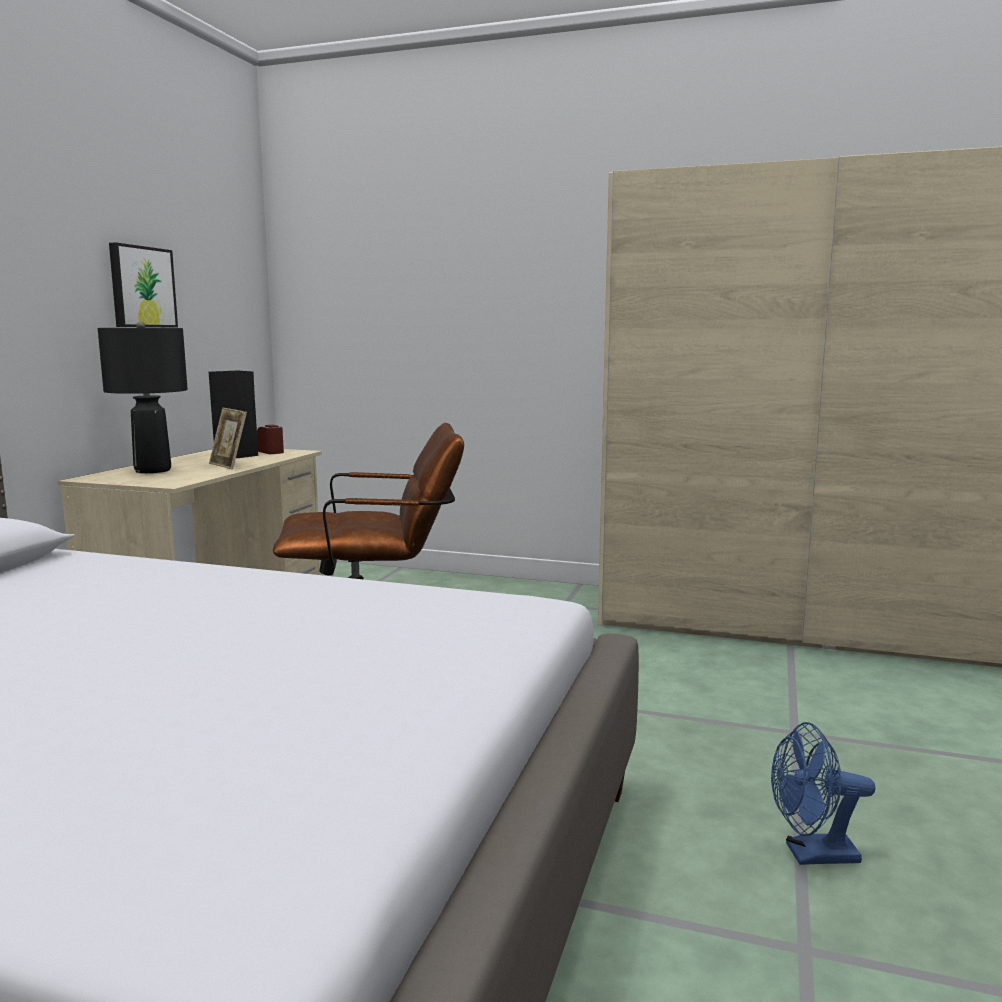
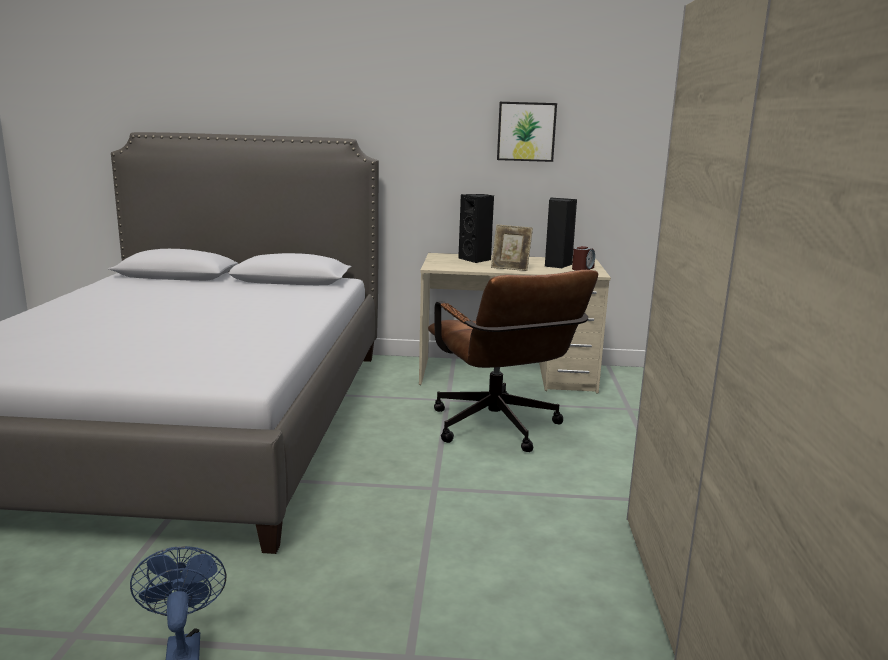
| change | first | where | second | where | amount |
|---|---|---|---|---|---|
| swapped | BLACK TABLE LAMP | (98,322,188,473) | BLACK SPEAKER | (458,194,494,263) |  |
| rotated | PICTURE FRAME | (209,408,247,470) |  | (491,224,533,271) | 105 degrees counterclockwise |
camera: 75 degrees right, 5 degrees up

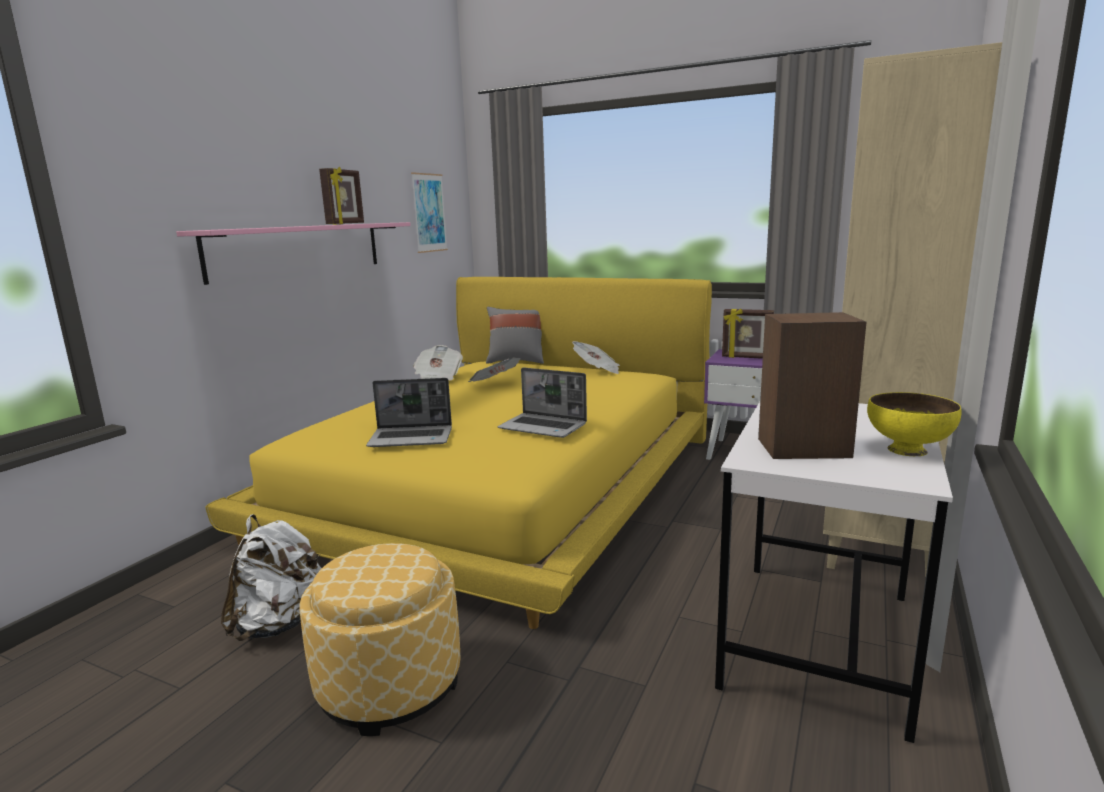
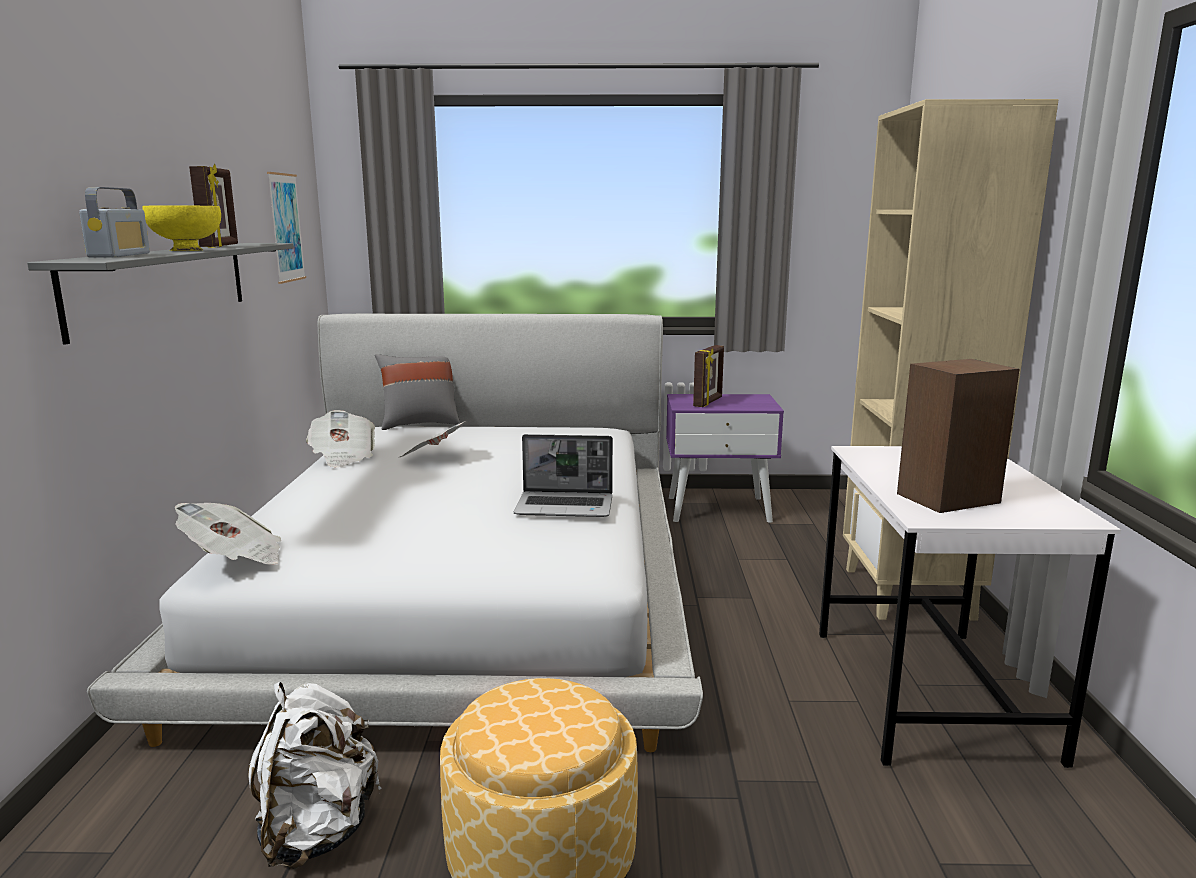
| change | first | where | second | where | amount |
|---|---|---|---|---|---|
| repainted | PINK SHELF | (176,222,411,285) | GREY SHELF | (27,243,294,345) |  |
| new |  |  | RADIO | (79,187,150,258) |  |
| repainted | YELLOW BED | (205,277,712,629) | WHITE BED | (87,314,703,752) |  |
| shifted | YELLOW BOWL | (867,392,962,456) |  | (142,205,221,251) |  |
| shifted | NEWSPAPER | (572,341,619,374) |  | (175,503,281,564) |  |
| rotated | PICTURE FRAME | (722,309,774,359) |  | (693,345,724,407) | 60 degrees counterclockwise |
| gone | LAPTOP | (366,378,452,447) |  |  |  |
camera: 25 degrees left, 0 degrees up

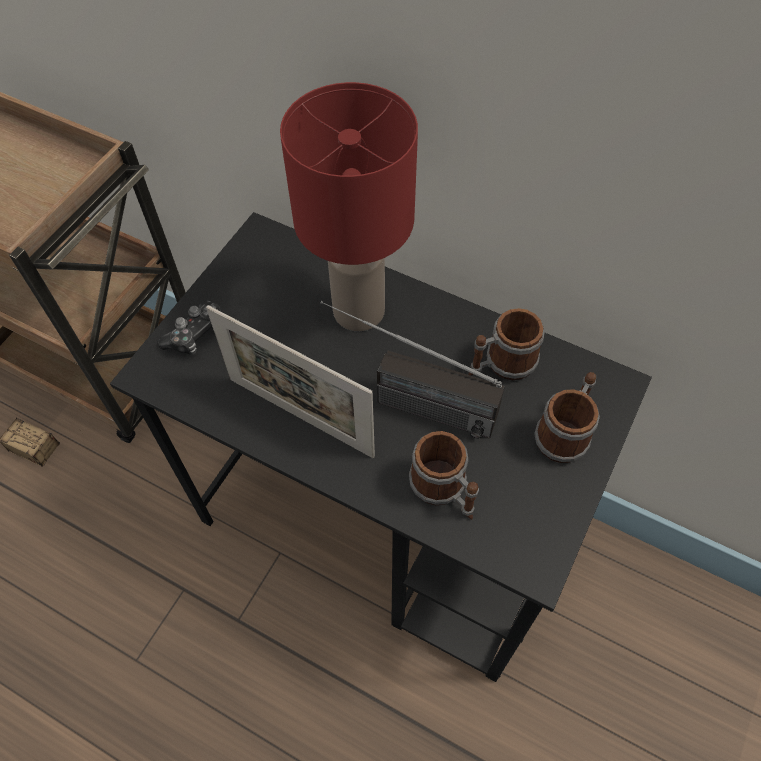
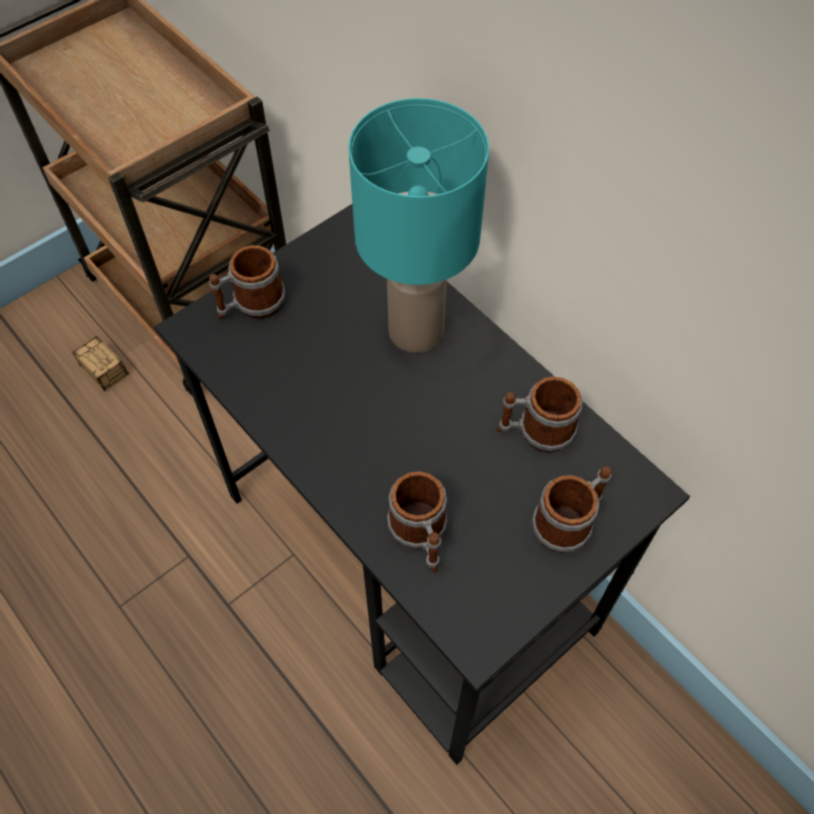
| change | first | where | second | where | amount |
|---|---|---|---|---|---|
| swapped | GAME CONTROLLER | (157,300,222,355) | MUG | (209,245,286,319) |  |
| repainted | RED TABLE LAMP | (280,82,418,331) | TURQUOISE TABLE LAMP | (348,98,489,353) |  |
| gone | PICTURE FRAME | (206,305,375,458) |  |  |  |
| gone | RADIO | (320,301,505,439) |  |  |  |
camera: 20 degrees right, 0 degrees up

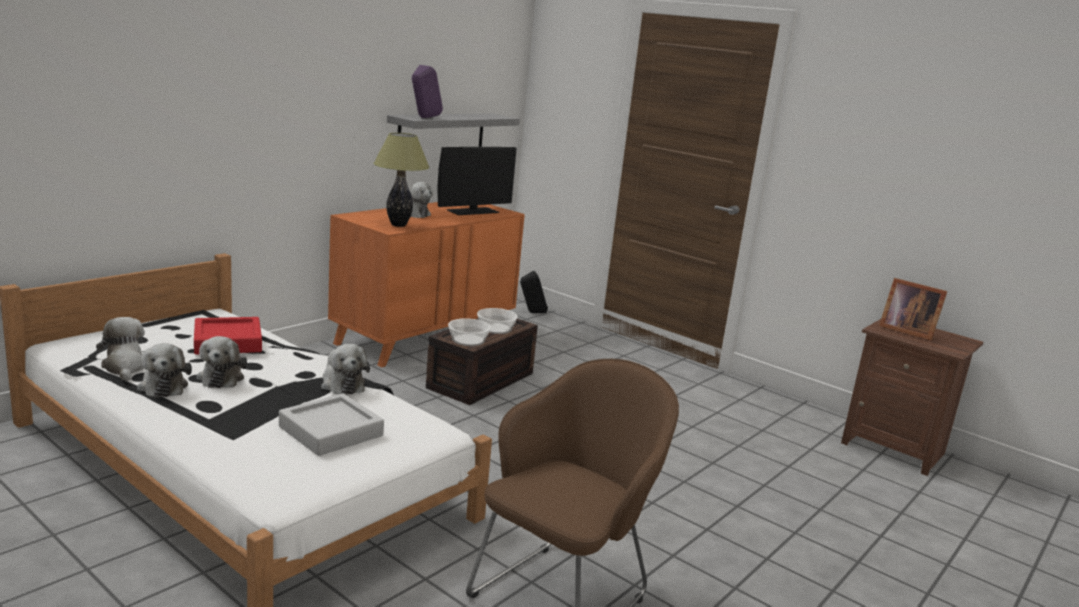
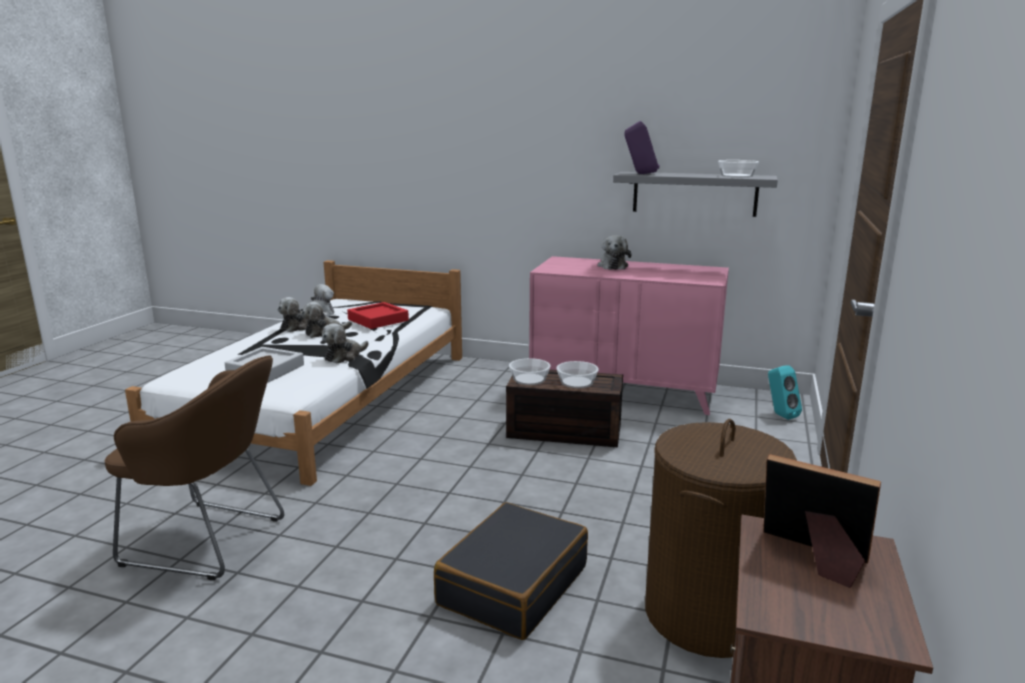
| change | first | where | second | where | amount |
|---|---|---|---|---|---|
| new |  |  | BLACK SUITCASE | (434,502,588,640) |  |
| repainted | ORANGE DRESSER | (328,202,525,367) | PINK DRESSER | (529,256,729,415) |  |
| new |  |  | BROWN LAUNDRY BASKET | (645,419,797,658) |  |
| new |  |  | BOWL | (718,160,759,177) |  |
| rotated | PICTURE FRAME | (879,278,947,341) |  | (763,454,881,588) | 105 degrees clockwise |
| repainted | BLACK SPEAKER | (520,271,548,313) | TURQUOISE SPEAKER | (768,365,802,420) |  |
| gone | TABLE LAMP | (373,133,430,227) |  |  |  |
| gone | MONITOR | (438,147,517,215) |  |  |  |
camera: 70 degrees right, 0 degrees up

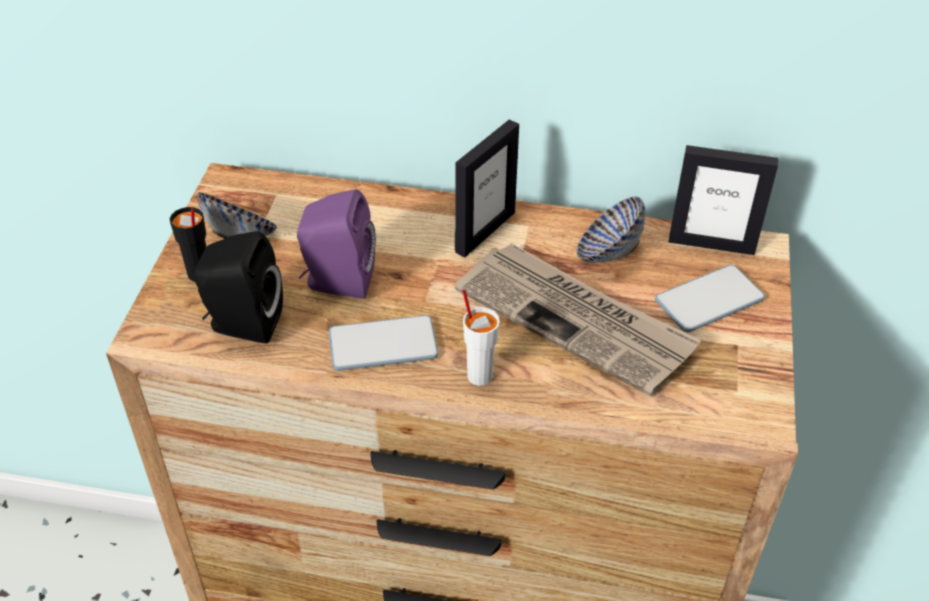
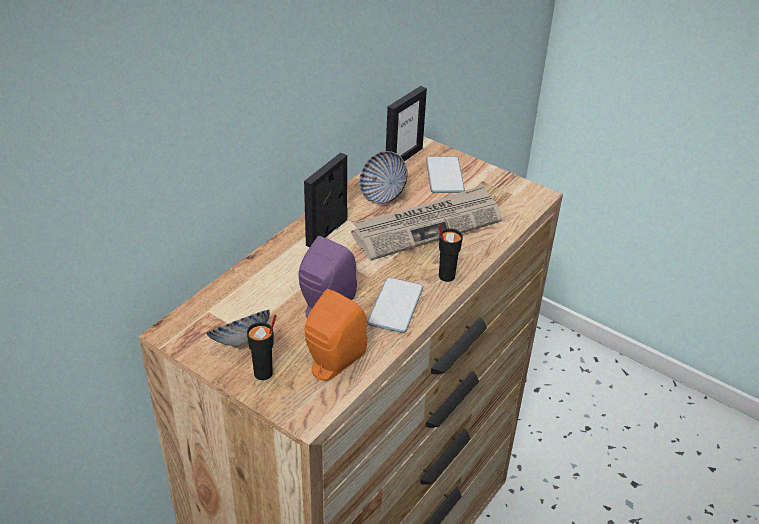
| change | first | where | second | where | amount |
|---|---|---|---|---|---|
| rotated | PICTURE FRAME | (455,119,519,257) |  | (304,153,348,247) | 120 degrees counterclockwise |
| repainted | BLACK SPEAKER | (194,231,283,344) | ORANGE SPEAKER | (304,289,367,381) |  |
| repainted | WHITE CUP | (463,290,500,386) | BLACK CUP | (438,225,463,282) |  |
camera: 65 degrees left, 5 degrees down

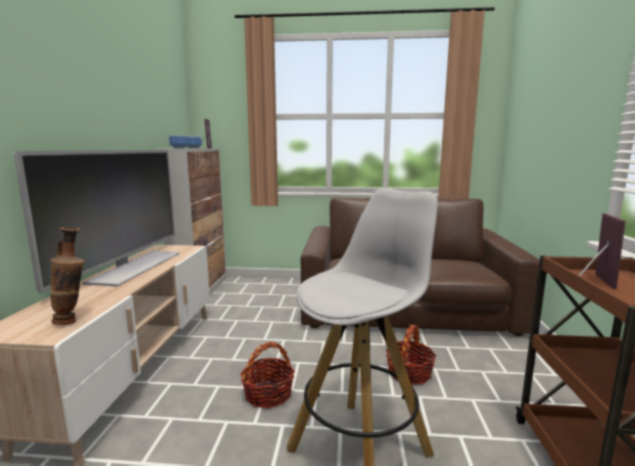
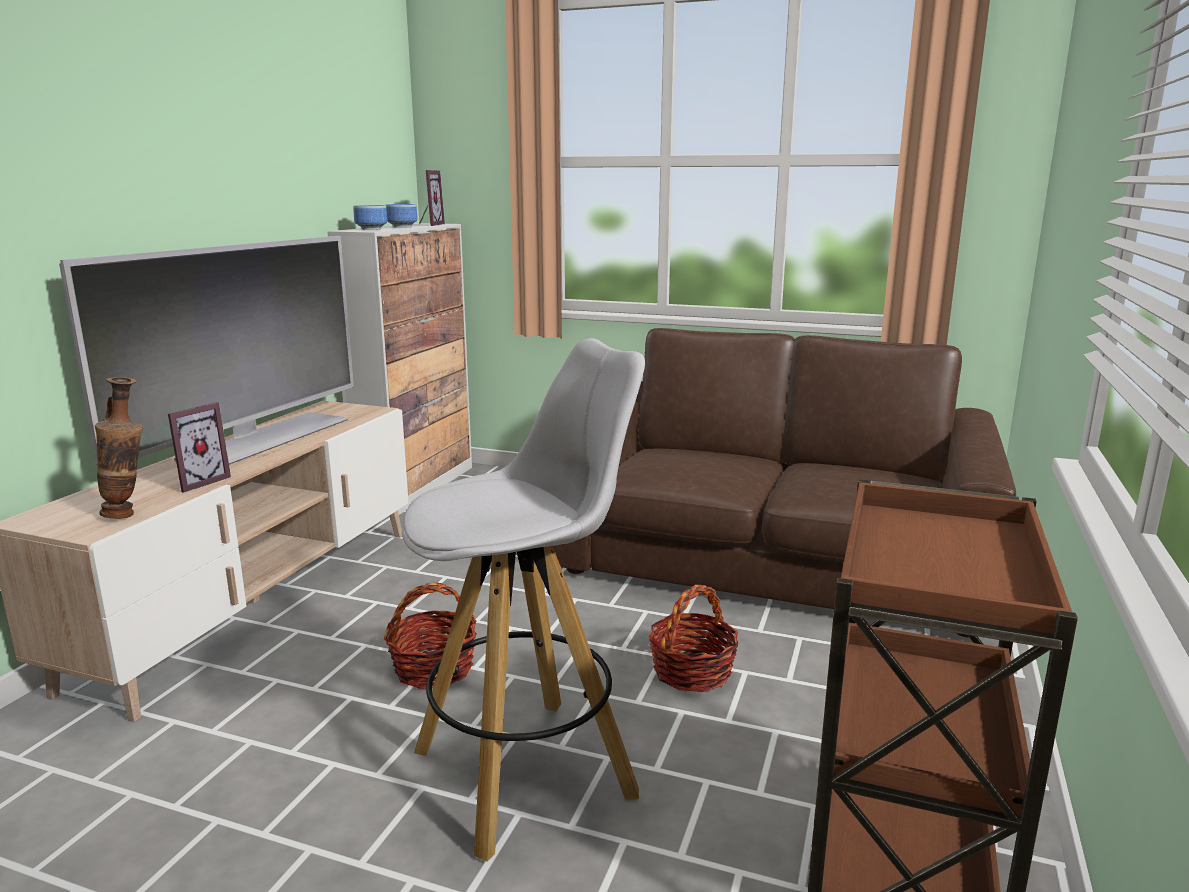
| change | first | where | second | where | amount |
|---|---|---|---|---|---|
| shifted | PICTURE FRAME | (579,213,625,289) |  | (168,402,231,493) |  |
camera: 15 degrees right, 5 degrees up

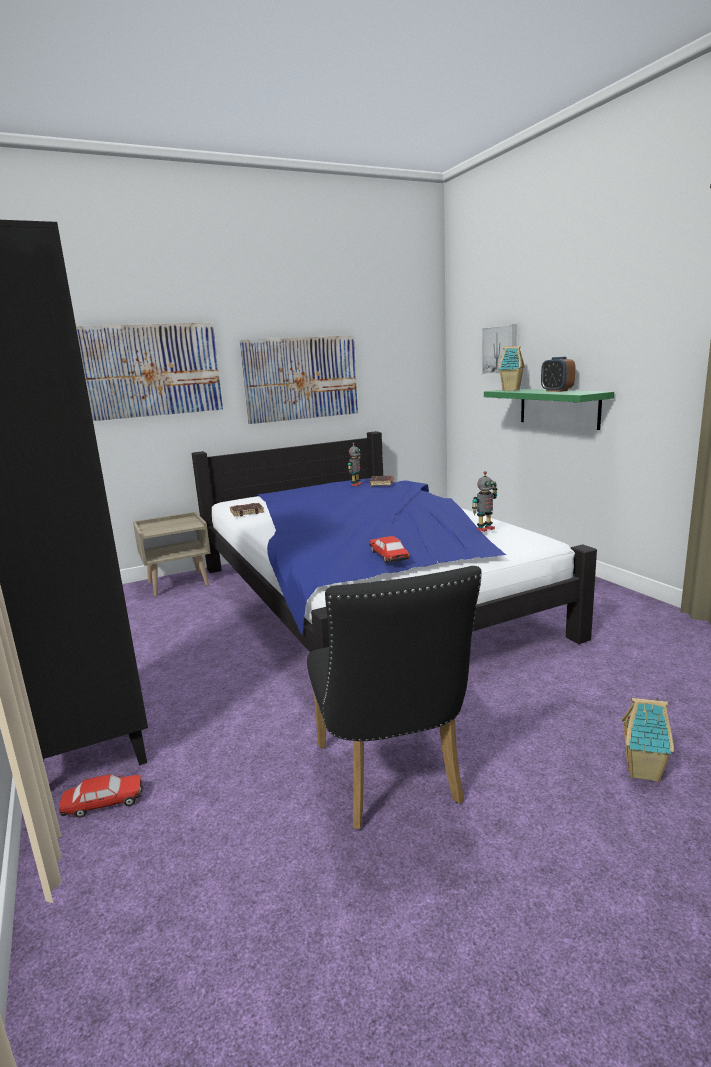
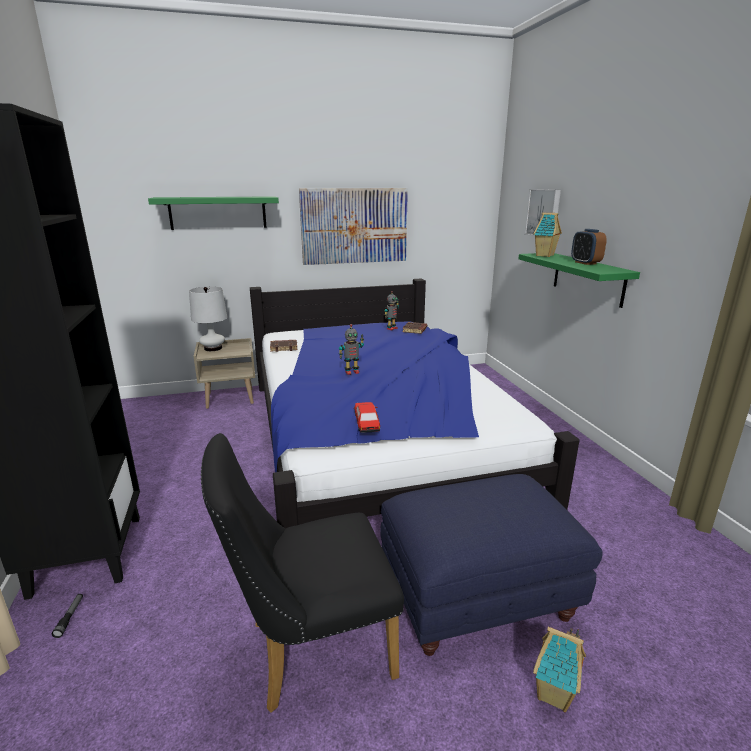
| change | first | where | second | where | amount |
|---|---|---|---|---|---|
| swapped | TOY CAR | (59,774,143,818) | FLASHLIGHT | (51,594,83,638) |  |
| swapped | PICTURE | (76,322,223,421) | GREEN SHELF | (148,196,279,230) |  |
| new |  |  | WHITE TABLE LAMP | (189,287,227,351) |  |
| rotated | BLACK CHAIR | (307,566,482,829) |  | (201,433,404,713) | 75 degrees clockwise |
| shifted | TOY ROBOT | (472,471,497,532) |  | (339,324,364,375) |  |
| new |  |  | BLUE OTTOMAN | (380,474,602,656) |  |
camera: 10 degrees right, 5 degrees up

